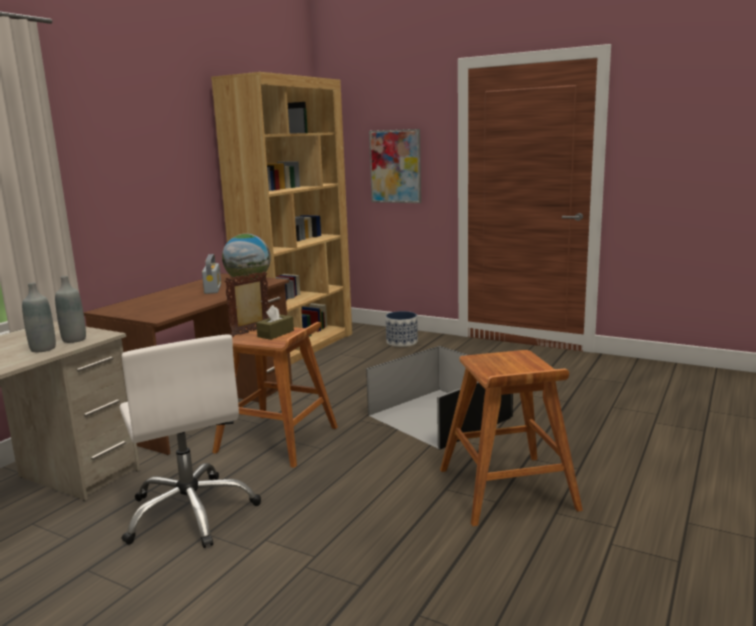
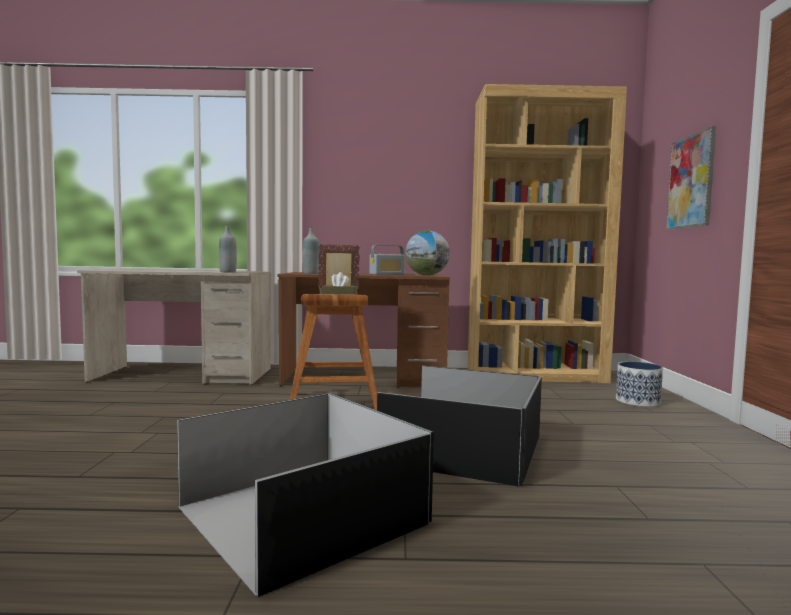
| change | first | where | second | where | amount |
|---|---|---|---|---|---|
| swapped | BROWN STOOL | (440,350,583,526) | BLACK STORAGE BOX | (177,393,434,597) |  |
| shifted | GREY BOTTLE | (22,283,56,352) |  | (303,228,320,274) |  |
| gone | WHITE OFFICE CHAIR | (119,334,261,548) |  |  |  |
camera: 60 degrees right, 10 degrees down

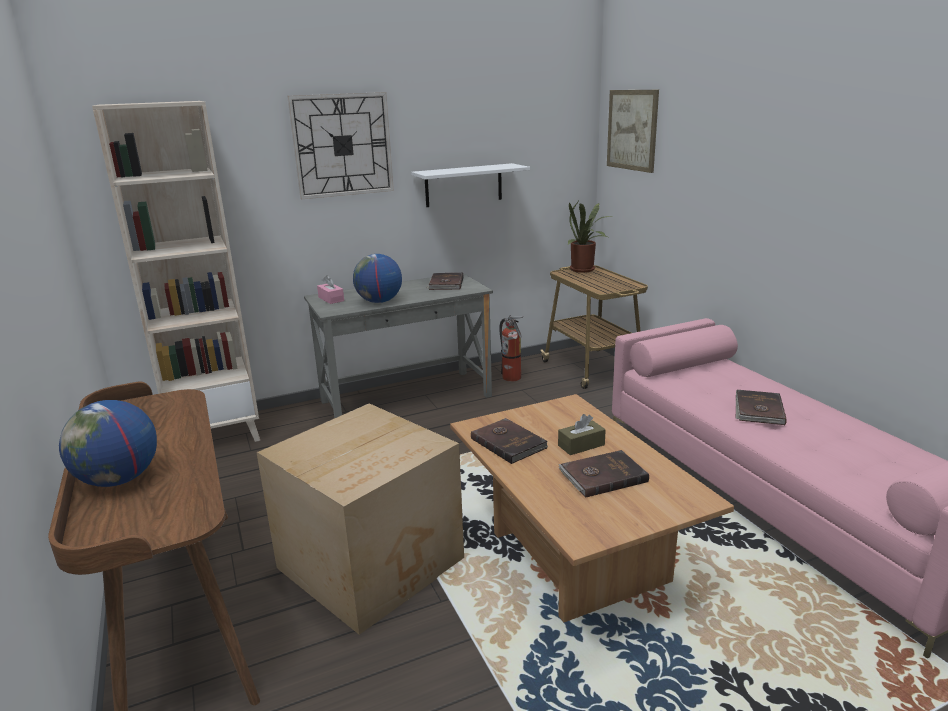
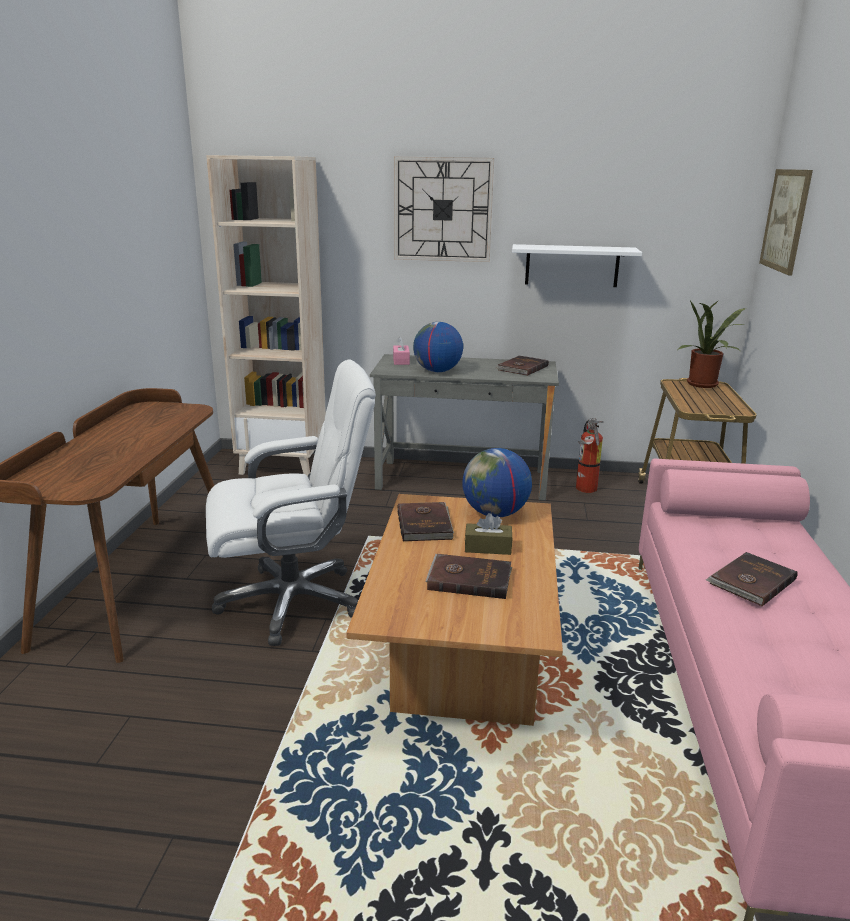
| change | first | where | second | where | amount |
|---|---|---|---|---|---|
| swapped | CARDBOARD BOX | (256,403,464,635) | WHITE OFFICE CHAIR | (206,359,376,646) |  |
| shifted | GLOBE | (59,400,157,487) |  | (462,448,532,517) |  |
camera: 30 degrees right, 0 degrees up

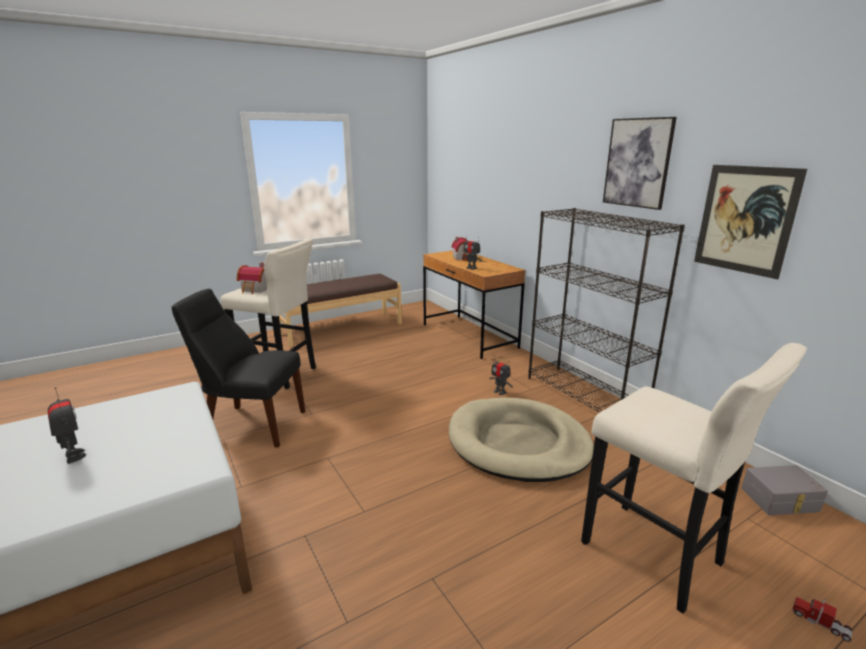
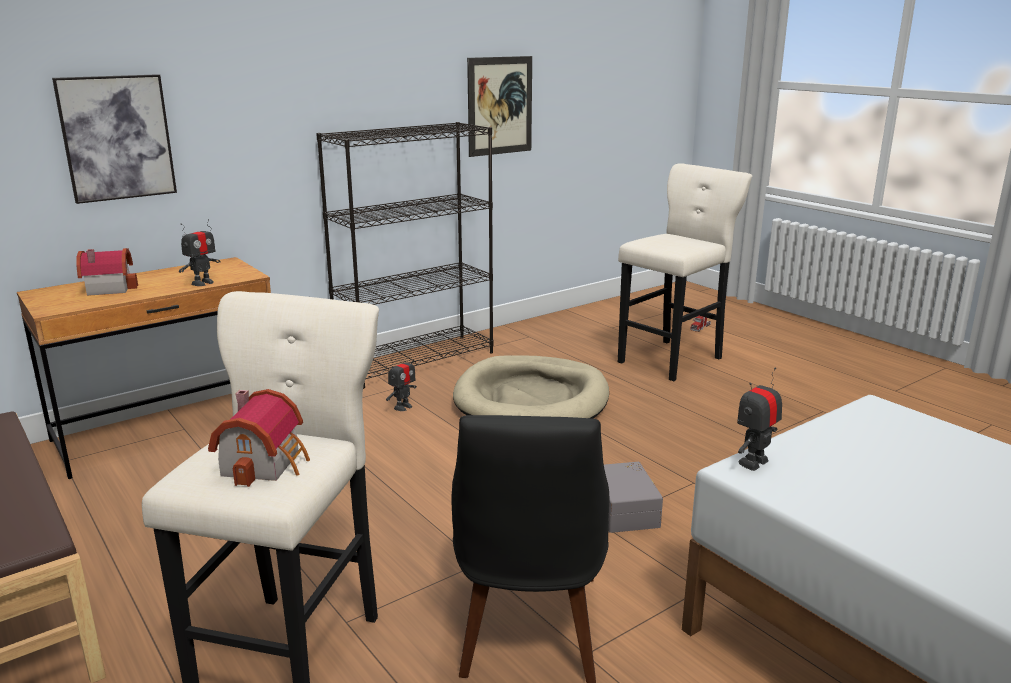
| change | first | where | second | where | amount |
|---|---|---|---|---|---|
| shifted | PICTURE | (603,117,677,210) |  | (52,74,177,204) |  |
| shifted | GREY STORAGE BOX | (741,465,828,515) |  | (604,462,663,533) |  |
| shifted | TOY ROBOT | (48,387,86,464) |  | (737,368,782,471) |  |
camera: 95 degrees left, 0 degrees up

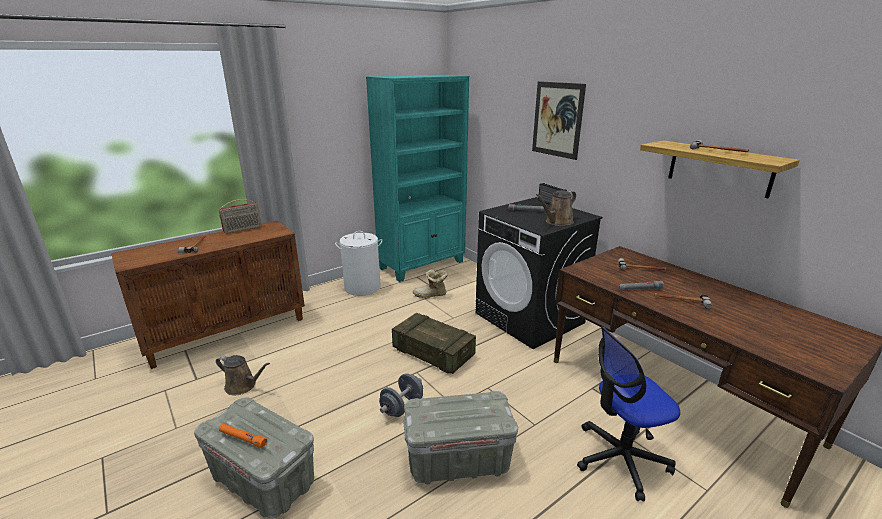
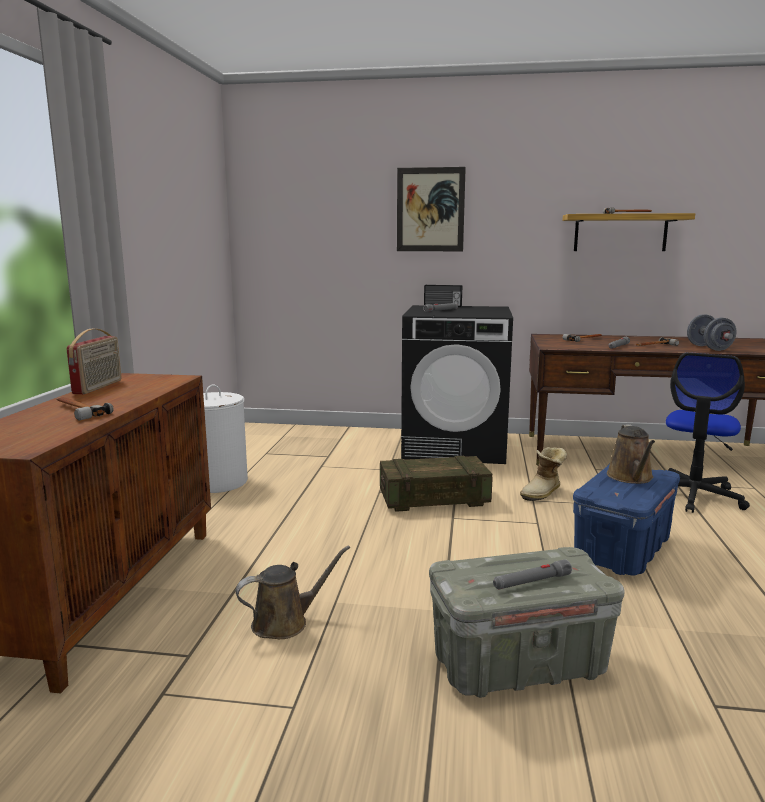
| change | first | where | second | where | amount |
|---|---|---|---|---|---|
| repainted | ORANGE FLASHLIGHT | (219,424,267,448) | GREY FLASHLIGHT | (493,559,572,590) |  |
| shifted | BOOT | (413,269,448,298) |  | (520,447,567,501) |  |
| repainted | GREY STORAGE BOX | (403,391,518,485) | BLUE STORAGE BOX | (573,463,680,576) |  |
| shifted | BROWN WATERING CAN | (536,190,576,226) |  | (607,424,655,484) |  |
| shifted | GREY DUMBBELL | (379,373,423,417) |  | (687,314,736,351) |  |
| gone | TURQUOISE BOOKCASE | (366,75,469,282) |  |  |  |
camera: 45 degrees left, 10 degrees down

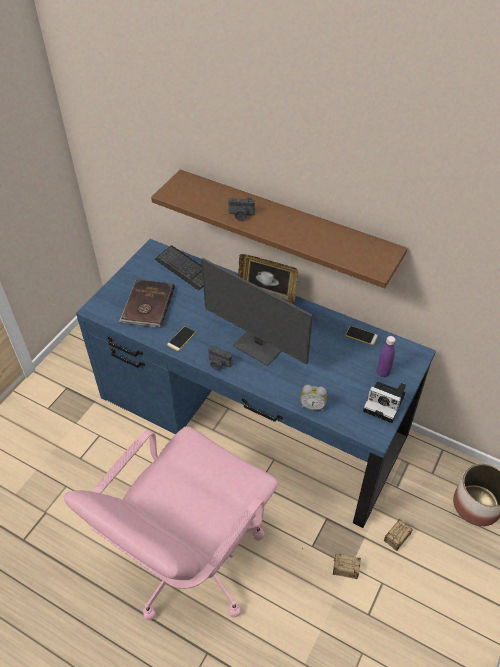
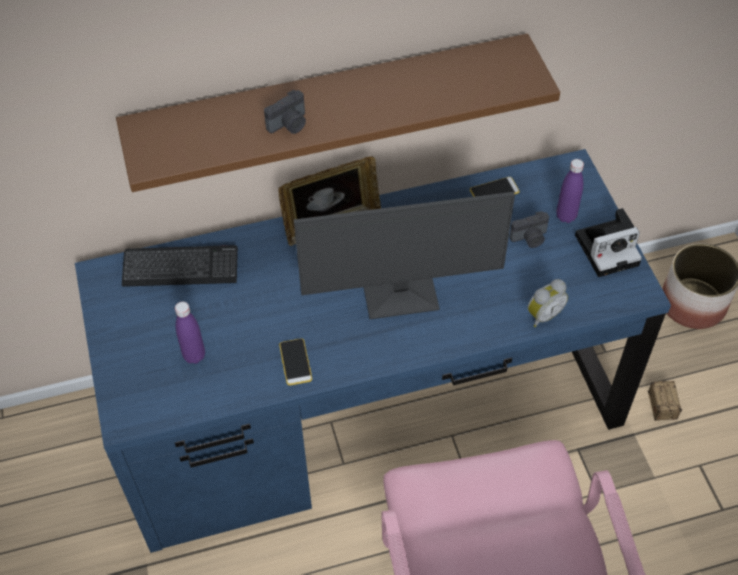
| change | first | where | second | where | amount |
|---|---|---|---|---|---|
| swapped | BROWN BOOK | (118,279,175,328) | PURPLE BOTTLE | (175,302,205,364) |  |
| shifted | PHOTO CAMERA | (208,346,232,370) |  | (509,211,549,248) |  |
| gone | STORAGE BOX | (302,548,361,579) |  |  |  |
camera: 45 degrees left, 5 degrees up

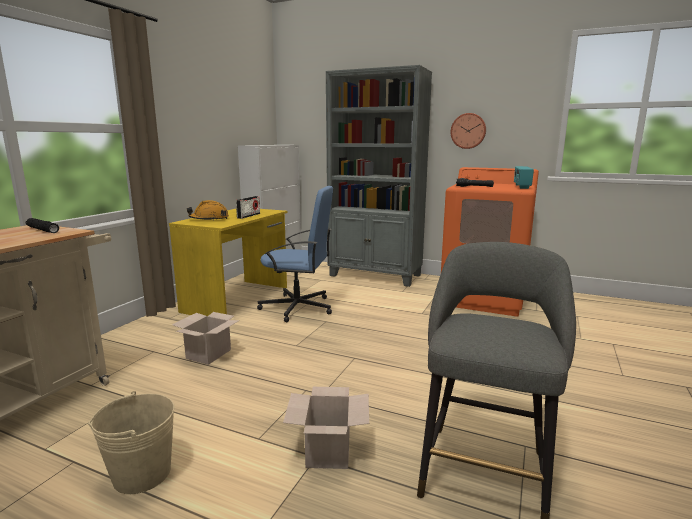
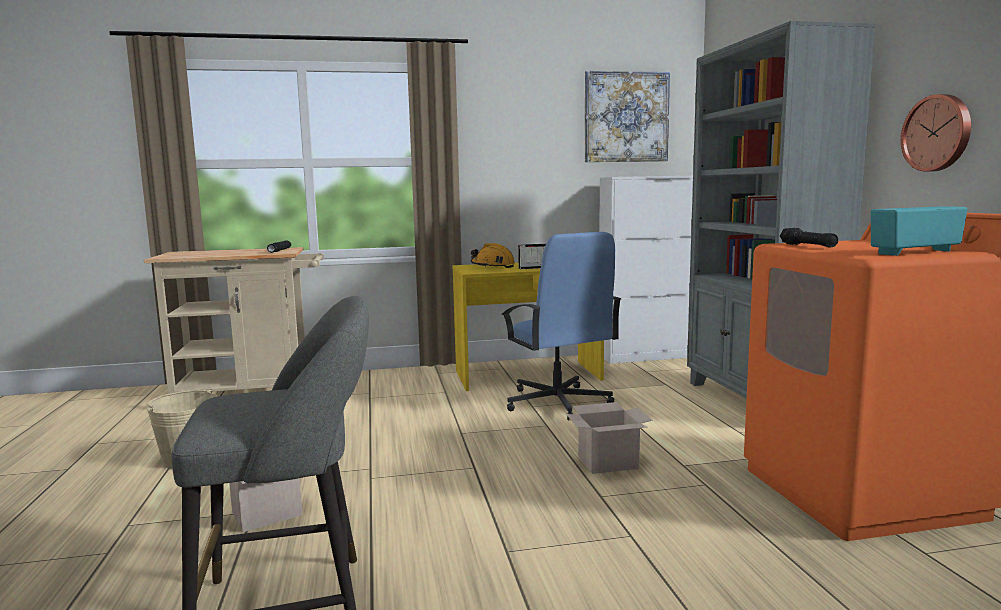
| change | first | where | second | where | amount |
|---|---|---|---|---|---|
| shifted | CARDBOARD BOX | (172,312,240,365) |  | (566,402,653,474) |  |
| new |  |  | PICTURE | (585,71,670,162) |  |
camera: 55 degrees right, 5 degrees down

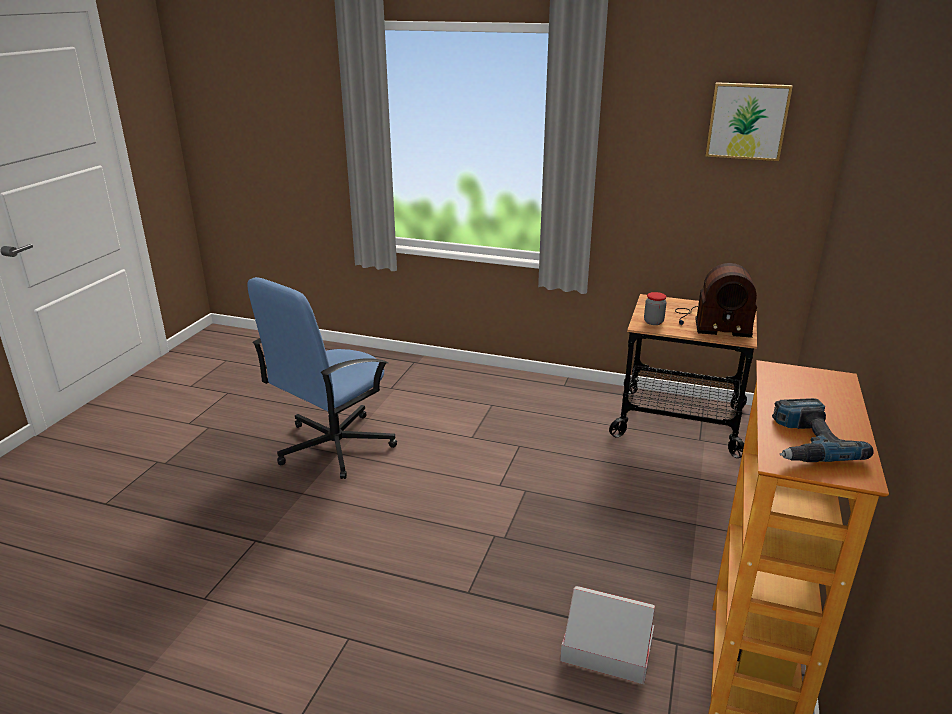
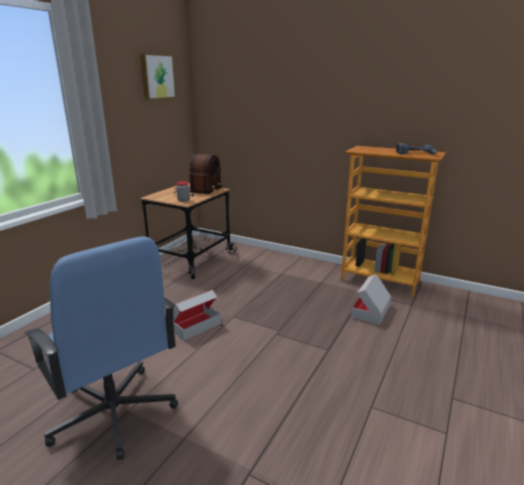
| change | first | where | second | where | amount |
|---|---|---|---|---|---|
| new |  |  | CARDBOARD BOX | (173,290,221,341) |  |
camera: 80 degrees left, 5 degrees down

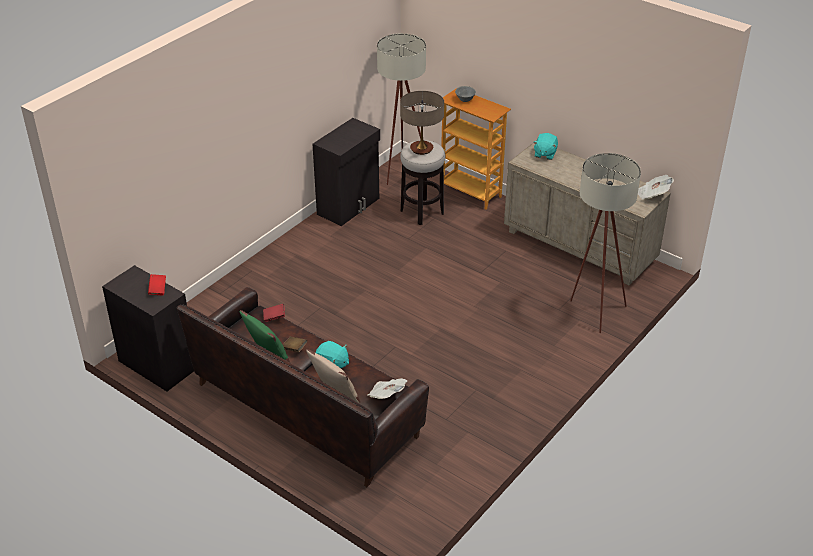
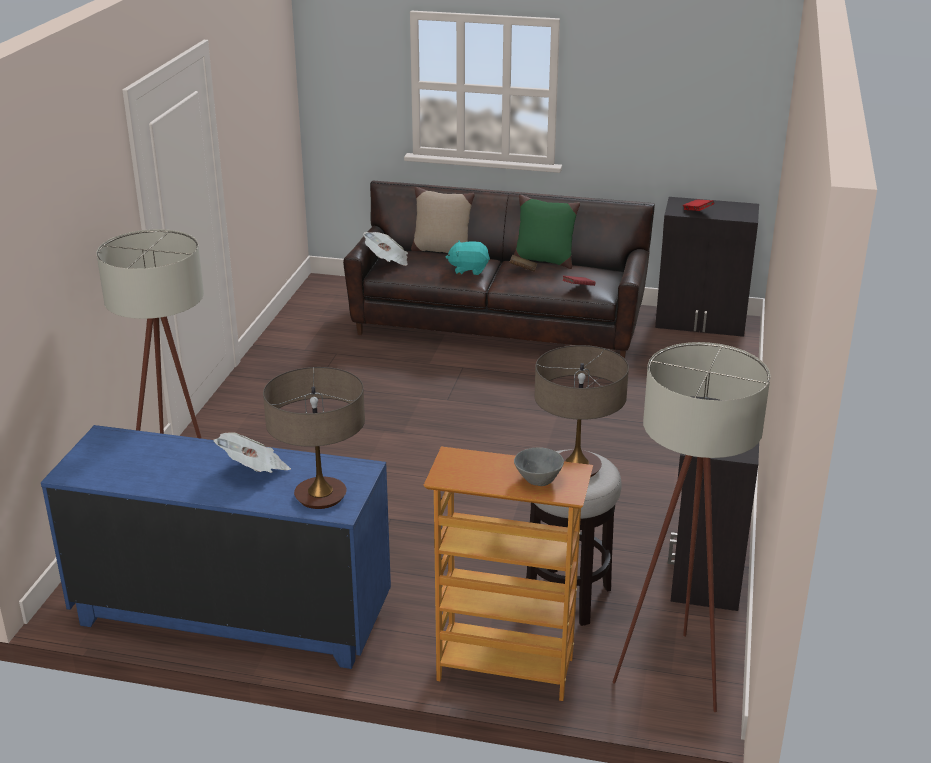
| change | first | where | second | where | amount |
|---|---|---|---|---|---|
| repainted | BEIGE DRESSER | (504,140,671,285) | BLUE DRESSER | (41,425,391,669) |  |
| shifted | NEWSPAPER | (638,175,674,200) |  | (213,432,291,473) |  |
| swapped | TURQUOISE PLUSH TOY | (533,133,558,160) | TABLE LAMP | (263,367,365,509) |  |
camera: 155 degrees right, 10 degrees down

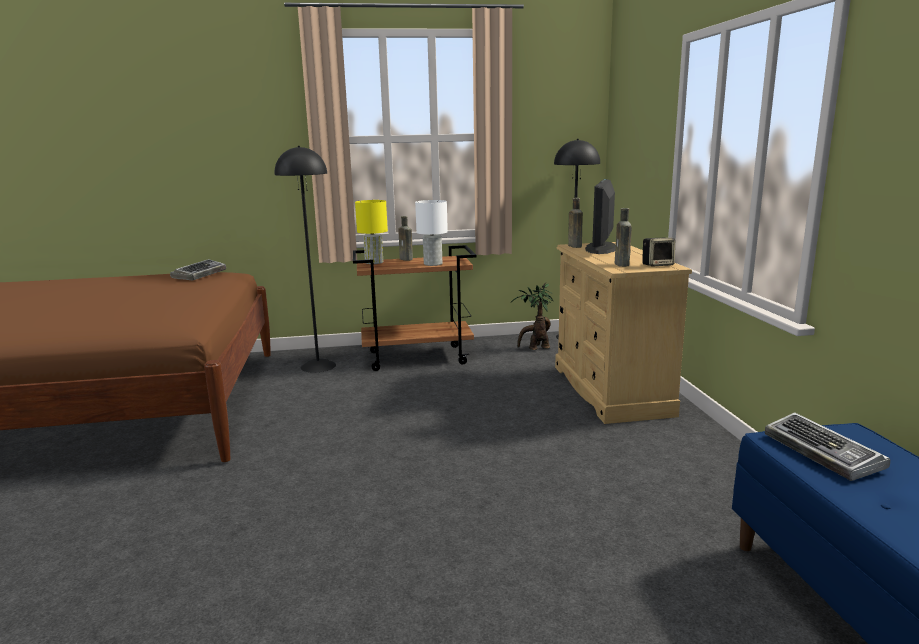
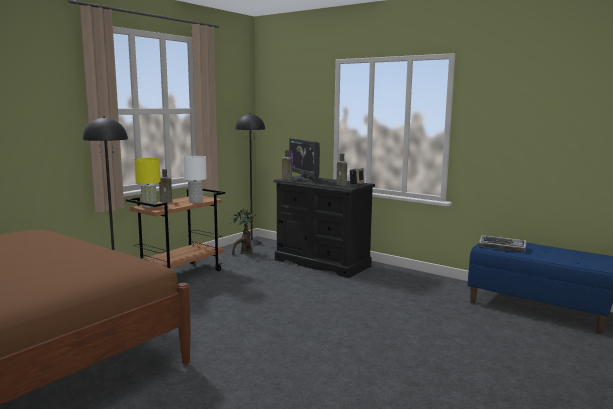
| change | first | where | second | where | amount |
|---|---|---|---|---|---|
| repainted | BEIGE DRESSER | (555,242,692,424) | BLACK DRESSER | (273,175,375,278) |  |
| gone | KEYBOARD | (170,259,226,281) |  |  |  |
camera: 45 degrees left, 5 degrees down

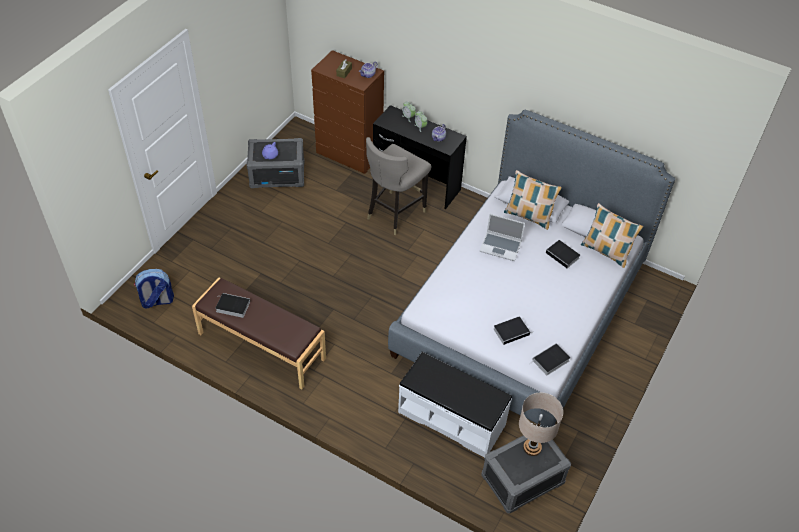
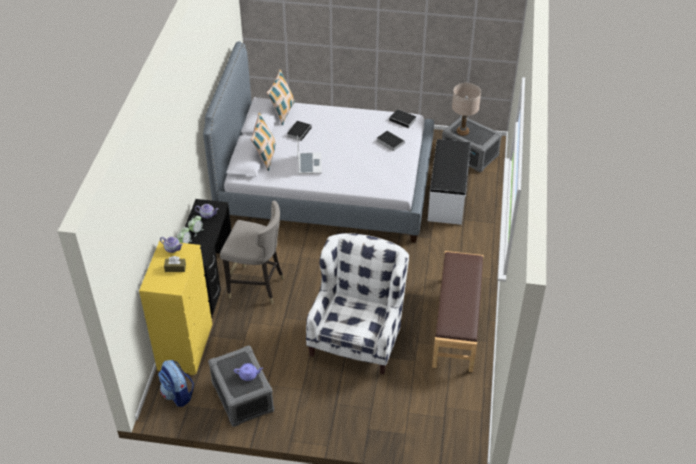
| change | first | where | second | where | amount |
|---|---|---|---|---|---|
| repainted | BROWN DRESSER | (311,50,384,174) | YELLOW DRESSER | (139,241,212,375) |  |
| shifted | BACKPACK | (134,269,174,309) |  | (158,360,194,407) |  |
| new |  |  | WHITE ARMCHAIR | (306,233,409,375) |  |
| gone | BOOK | (215,293,250,318) |  |  |  |
camera: 110 degrees left, 5 degrees down

